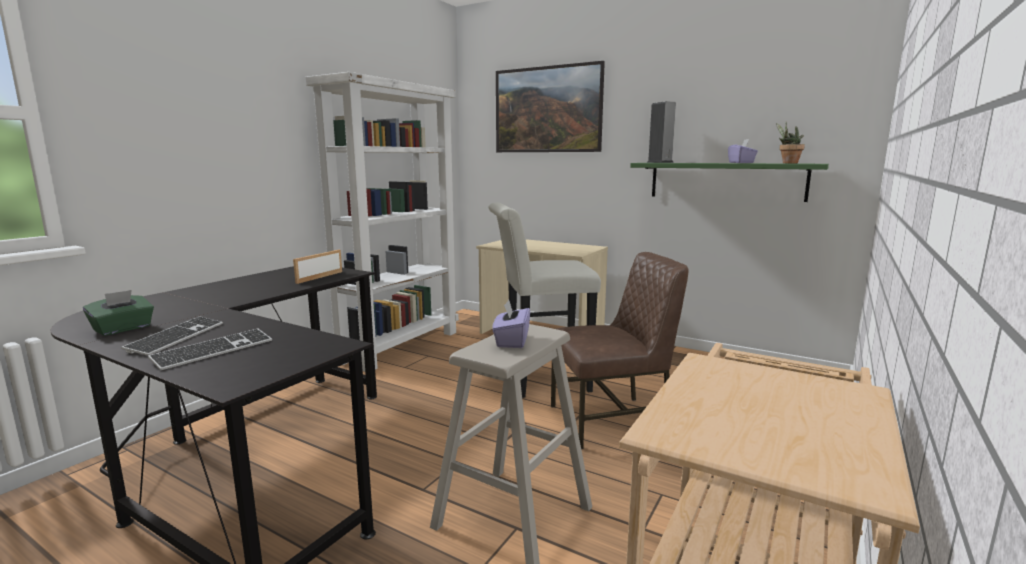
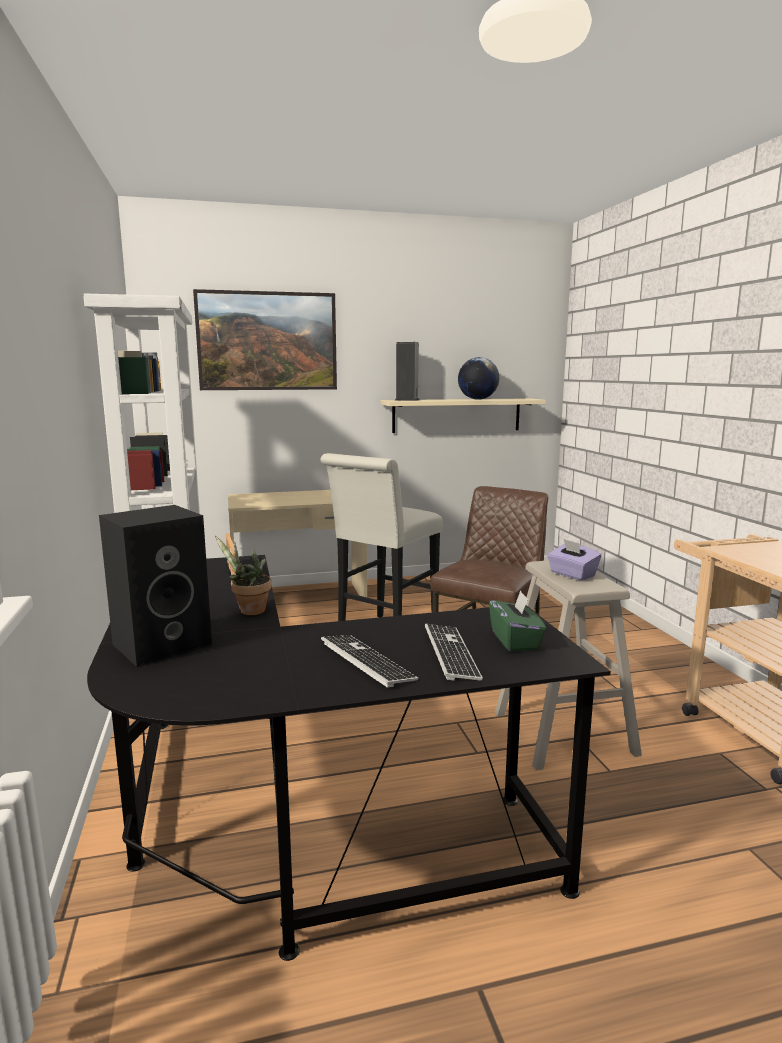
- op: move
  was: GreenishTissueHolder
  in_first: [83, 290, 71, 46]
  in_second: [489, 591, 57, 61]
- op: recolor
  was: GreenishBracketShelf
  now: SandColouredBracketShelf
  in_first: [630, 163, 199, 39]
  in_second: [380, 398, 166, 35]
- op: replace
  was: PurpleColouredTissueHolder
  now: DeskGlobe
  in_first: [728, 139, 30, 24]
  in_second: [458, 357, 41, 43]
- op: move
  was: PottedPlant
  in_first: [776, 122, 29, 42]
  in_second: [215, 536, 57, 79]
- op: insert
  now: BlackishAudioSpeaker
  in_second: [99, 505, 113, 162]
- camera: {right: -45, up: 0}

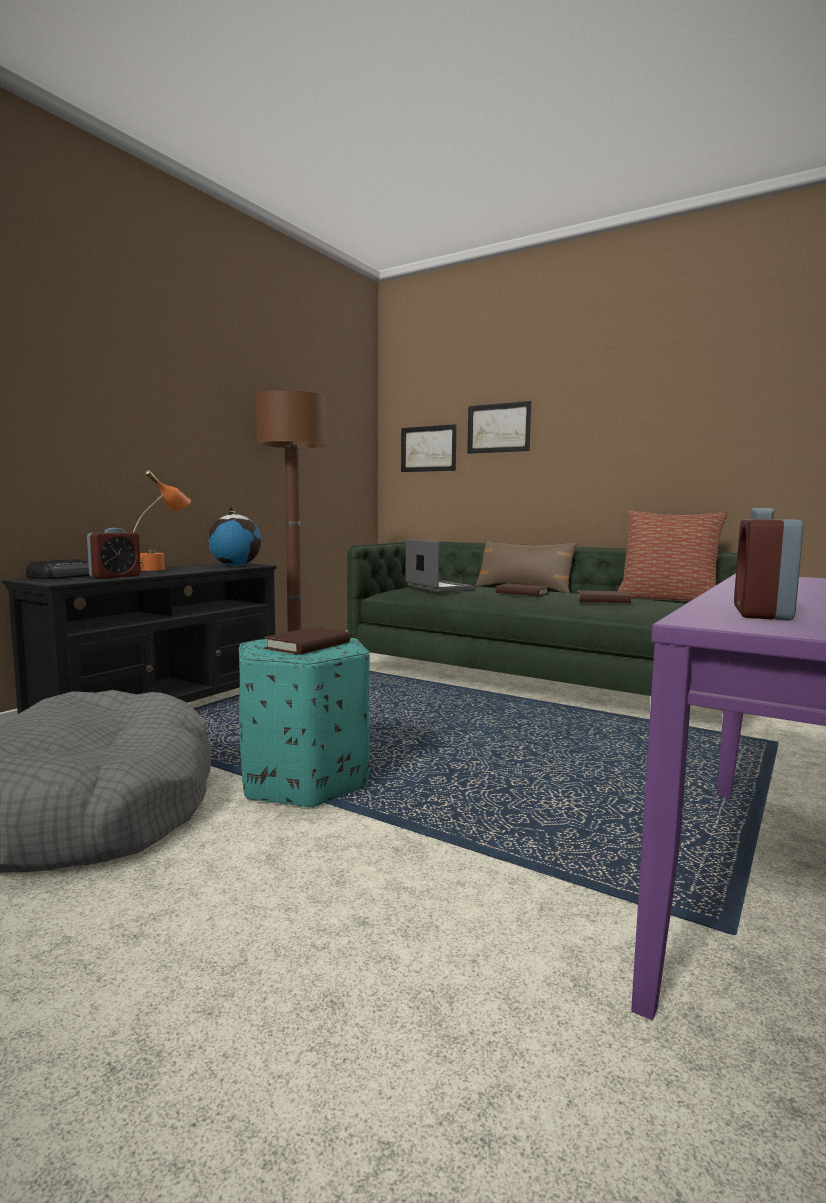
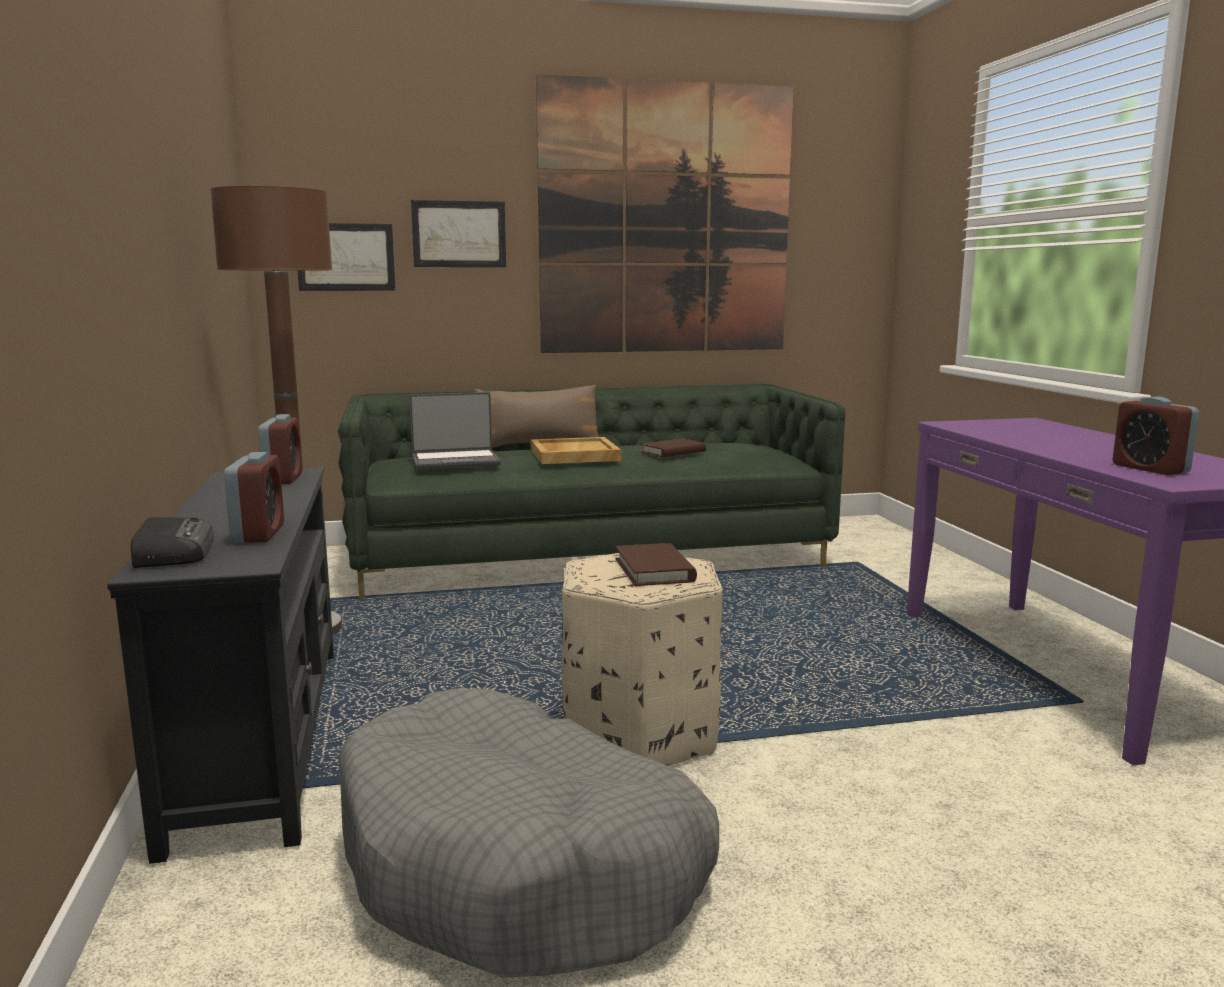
- op: delete
  was: OrangeyLampForATable
  in_first: [133, 470, 58, 101]
- op: replace
  was: DeskGlobe
  now: TableClock
  in_first: [208, 507, 53, 59]
  in_second: [258, 414, 44, 70]
- op: recolor
  was: BlueGreenPouffe
  now: SandColouredPouffe
  in_first: [239, 638, 131, 171]
  in_second: [562, 553, 161, 213]
- op: rotate
  was: PortableComputer
  in_first: [405, 539, 71, 53]
  in_second: [410, 392, 91, 78]
  clockwise: 150
- op: replace
  was: BrownishVolume
  now: SandColouredCarryingTray
  in_first: [496, 583, 53, 14]
  in_second: [531, 437, 90, 27]
- op: delete
  was: ThrowPillow
  in_first: [618, 511, 109, 90]
- op: insert
  now: Picture
  in_second: [536, 74, 258, 279]
- camera: {right: -45, up: 5}

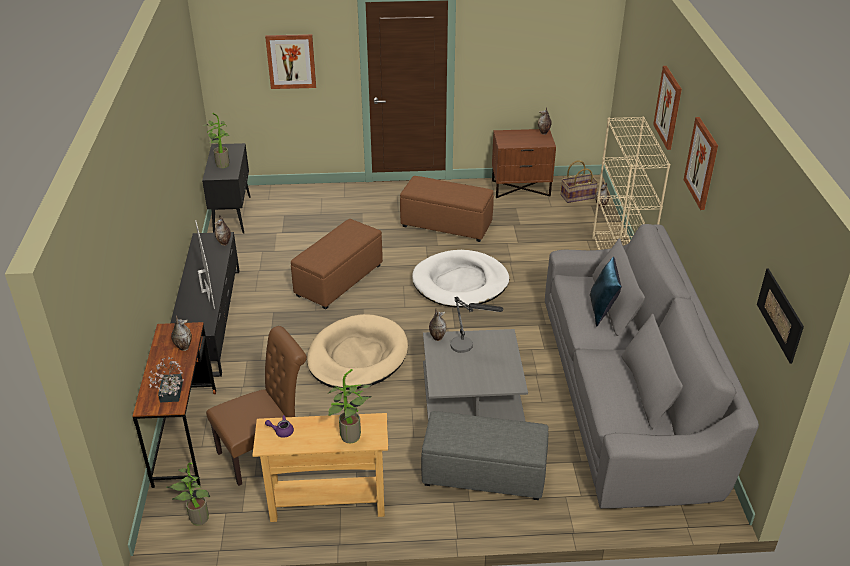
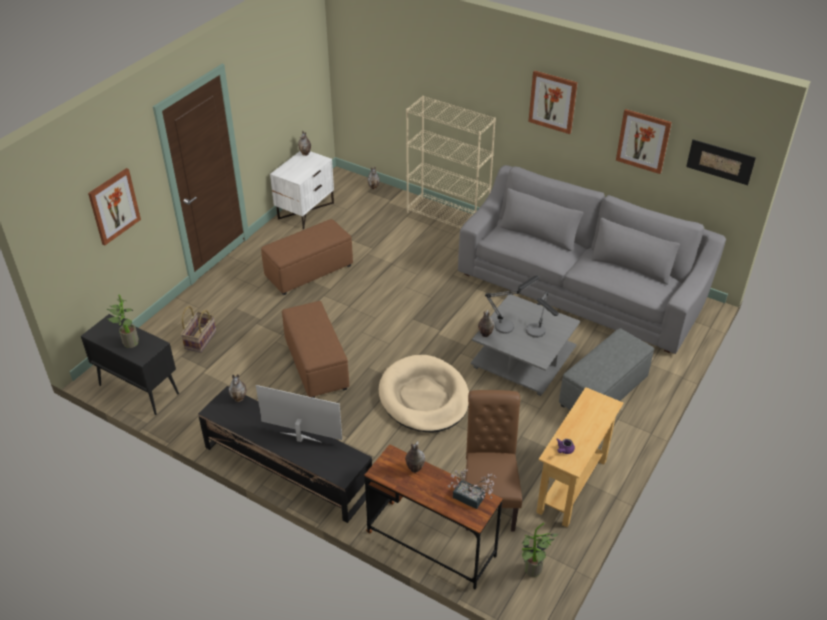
- op: delete
  was: PottedPlant
  in_first: [328, 369, 44, 74]
- op: delete
  was: WhiteColouredDogBed
  in_first: [412, 250, 97, 58]
- op: recolor
  was: BrownishBedsideTable
  now: WhiteColouredBedsideTable
  in_first: [492, 129, 64, 69]
  in_second: [270, 151, 64, 78]
- op: move
  was: HouseholdBasket
  in_first: [560, 161, 38, 42]
  in_second: [181, 306, 35, 47]
- op: delete
  was: BlueThrowPillow
  in_first: [590, 257, 32, 70]
- op: move
  was: Picture
  in_first: [653, 66, 29, 84]
  in_second: [616, 109, 56, 65]
- op: insert
  now: LampForATable
  in_second: [526, 291, 33, 47]
- camera: {right: -55, up: 5}

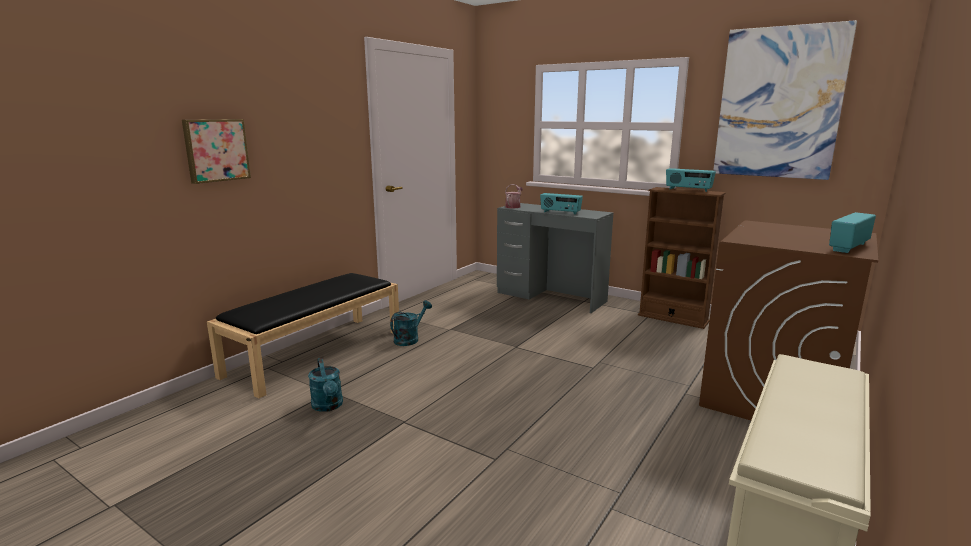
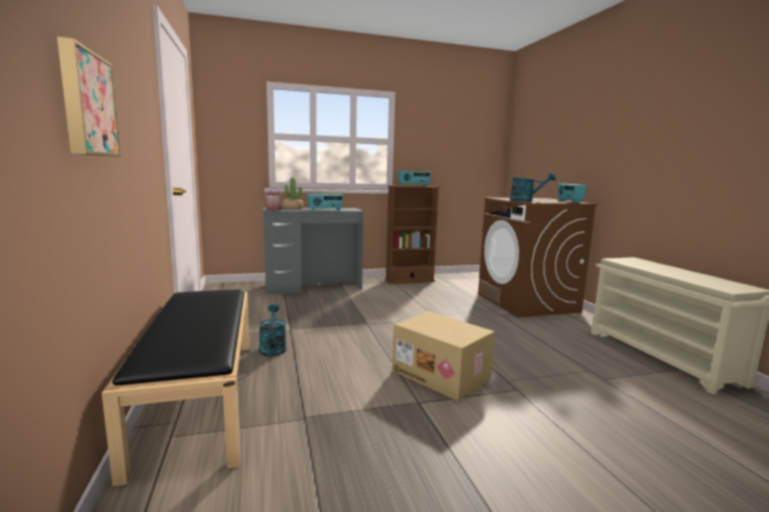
- op: move
  was: BlueGreenSprinklingCan
  in_first: [308, 358, 35, 54]
  in_second: [506, 172, 50, 29]
- op: delete
  was: Picture
  in_first: [713, 20, 144, 160]
- op: insert
  now: PottedPlant
  in_second: [282, 177, 21, 33]
- op: insert
  now: CardboardBox
  in_second: [392, 311, 103, 90]
- camera: {right: -50, up: -5}

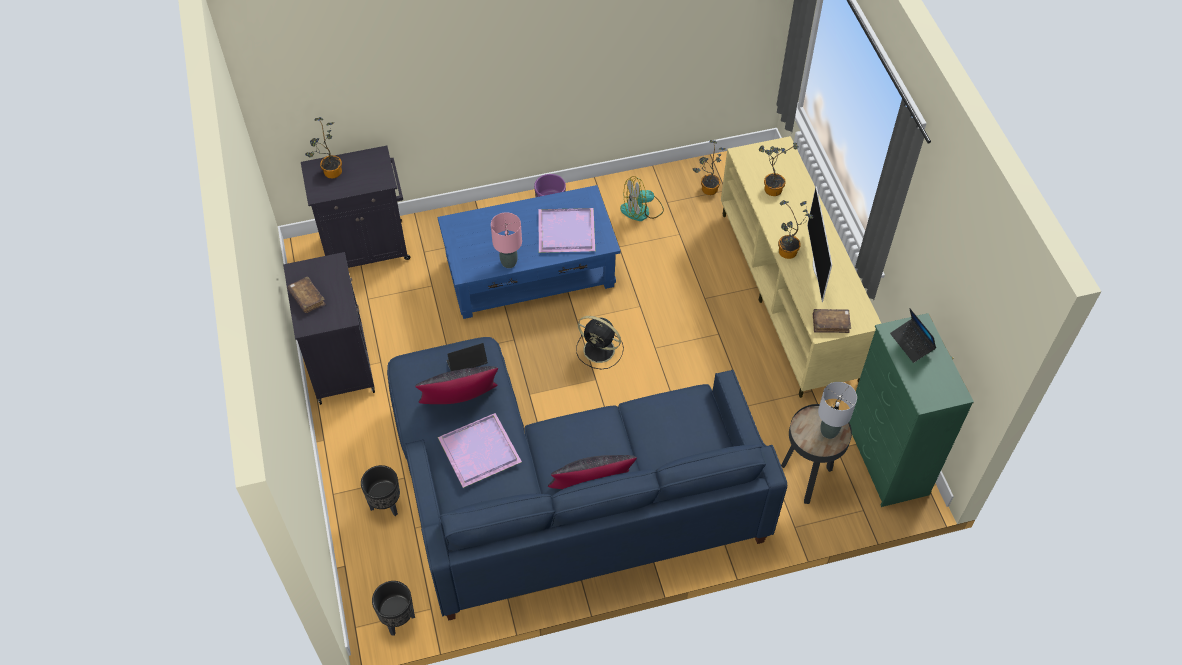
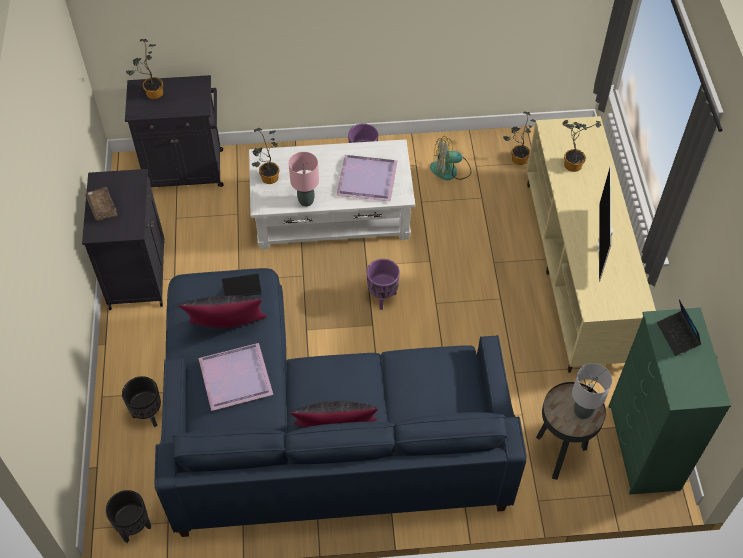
- op: recolor
  was: BlueLowTable
  now: WhiteColouredLowTable
  in_first: [437, 185, 184, 134]
  in_second: [249, 139, 166, 110]
- op: replace
  was: BlackishCoolingFan
  now: PurpleColouredFlowerPot
  in_first: [576, 316, 48, 54]
  in_second: [367, 259, 33, 51]
- op: move
  was: PottedPlant
  in_first: [778, 200, 35, 59]
  in_second: [252, 128, 27, 56]
- op: delete
  was: BrownishVolume
  in_first: [813, 309, 38, 24]
- camera: {right: 10, up: 0}

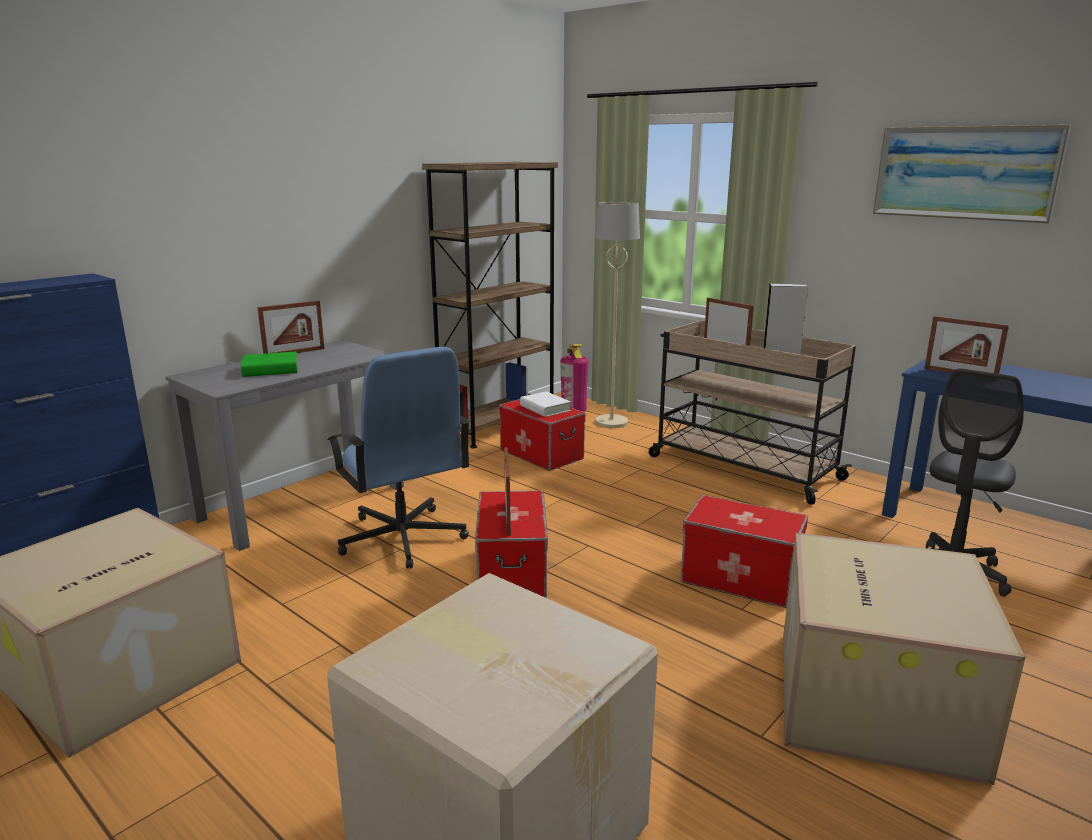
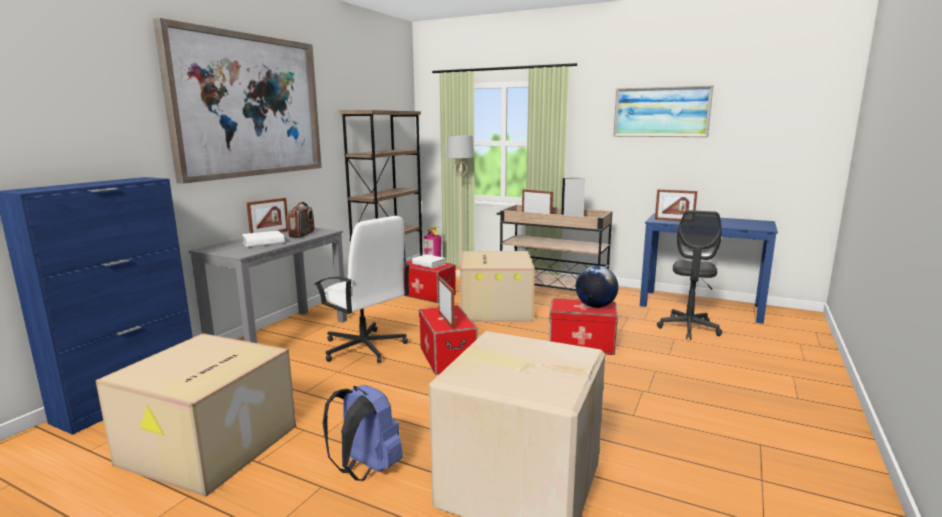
- op: recolor
  was: GreenishVolume
  now: WhiteColouredVolume
  in_first: [241, 352, 57, 25]
  in_second: [242, 230, 43, 17]
- op: recolor
  was: BlueDeskChair
  now: WhiteColouredDeskChair
  in_first: [327, 347, 143, 222]
  in_second: [315, 216, 95, 147]
- op: move
  was: CardboardBox
  in_first: [783, 533, 242, 252]
  in_second: [460, 251, 75, 71]
- op: insert
  now: Picture
  in_second: [153, 18, 169, 166]
- op: insert
  now: RadioReceiver
  in_second: [287, 202, 27, 35]
- op: insert
  now: BlueBackpack
  in_second: [323, 385, 80, 96]
- op: insert
  now: DeskGlobe
  in_second: [576, 266, 42, 42]
- camera: {right: -15, up: -5}

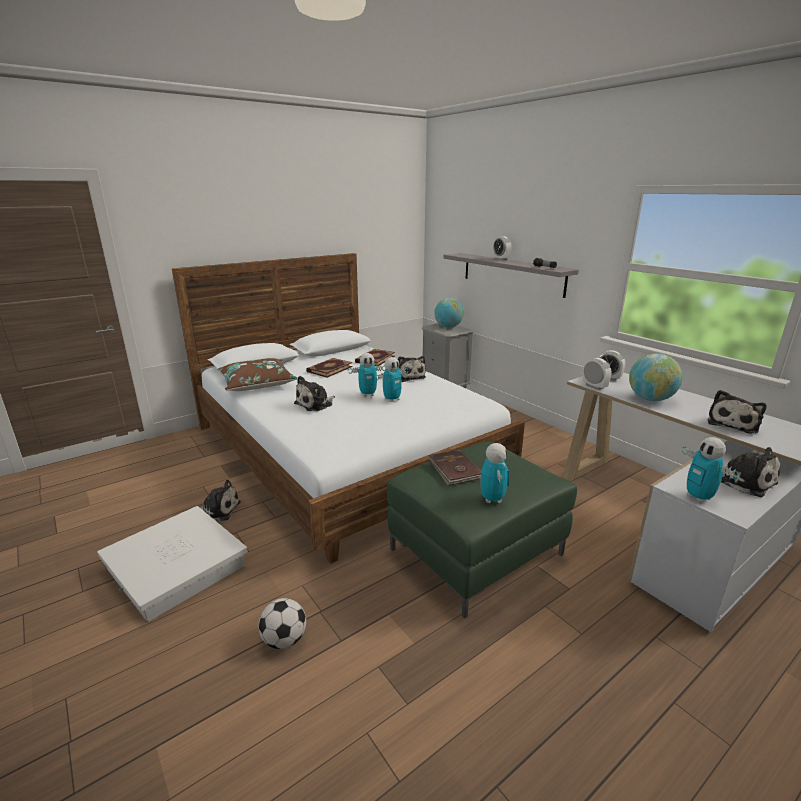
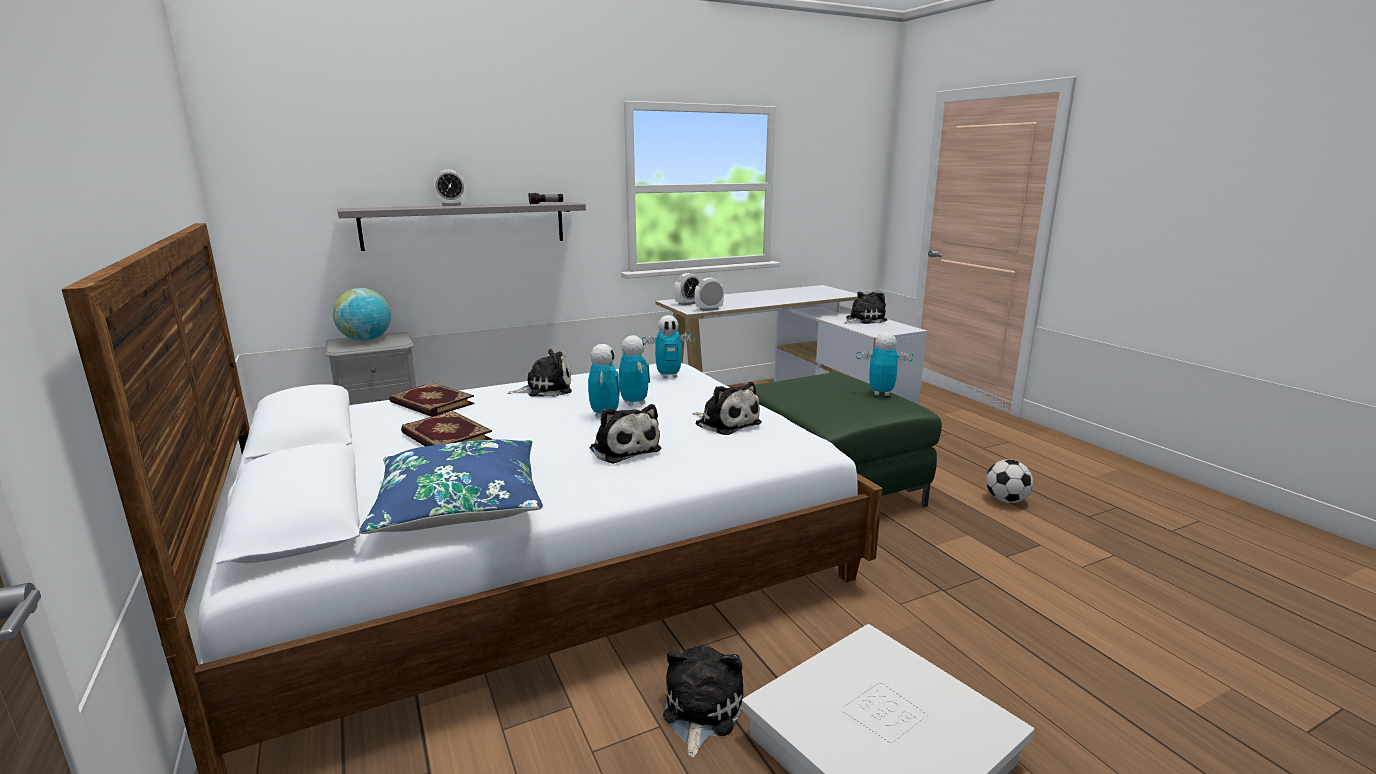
- op: recolor
  was: BrownishThrowPillow
  now: BlueThrowPillow
  in_first: [217, 358, 81, 33]
  in_second: [359, 439, 184, 95]
- op: move
  was: BallForFootball
  in_first: [259, 598, 47, 51]
  in_second: [986, 459, 47, 44]
- op: delete
  was: BrownishVolume
  in_first: [428, 449, 54, 36]
- op: delete
  was: DeskGlobe
  in_first: [629, 354, 54, 47]
- op: move
  was: ModelRobot
  in_first: [682, 437, 57, 66]
  in_second: [642, 315, 53, 63]
- op: move
  was: CuddlyToy
  in_first: [708, 390, 59, 44]
  in_second: [693, 382, 69, 53]
- camera: {right: -80, up: -5}

